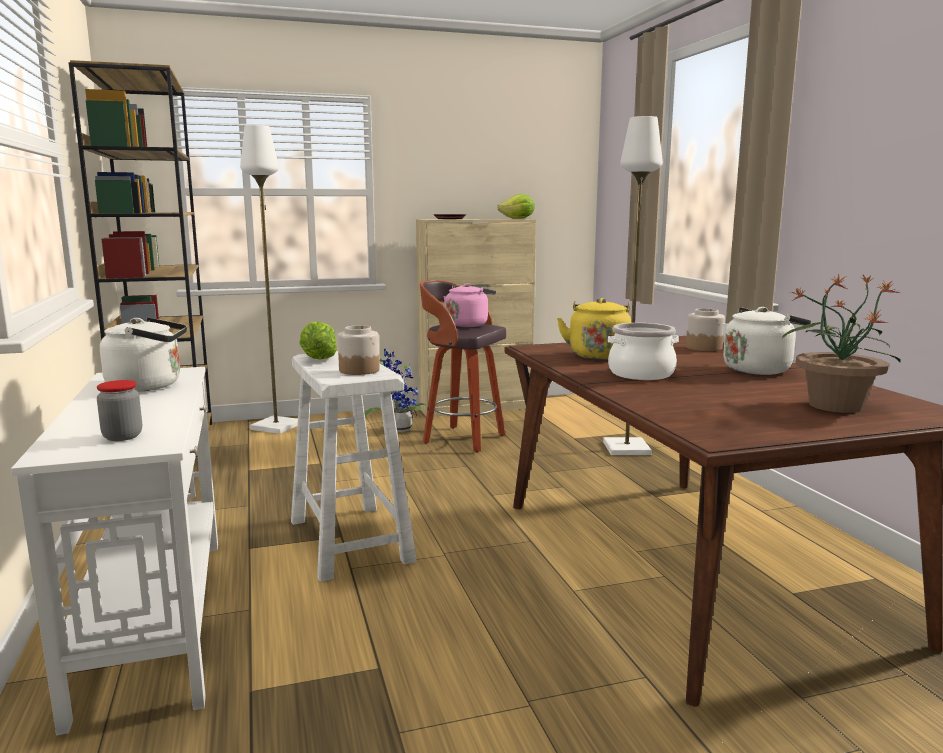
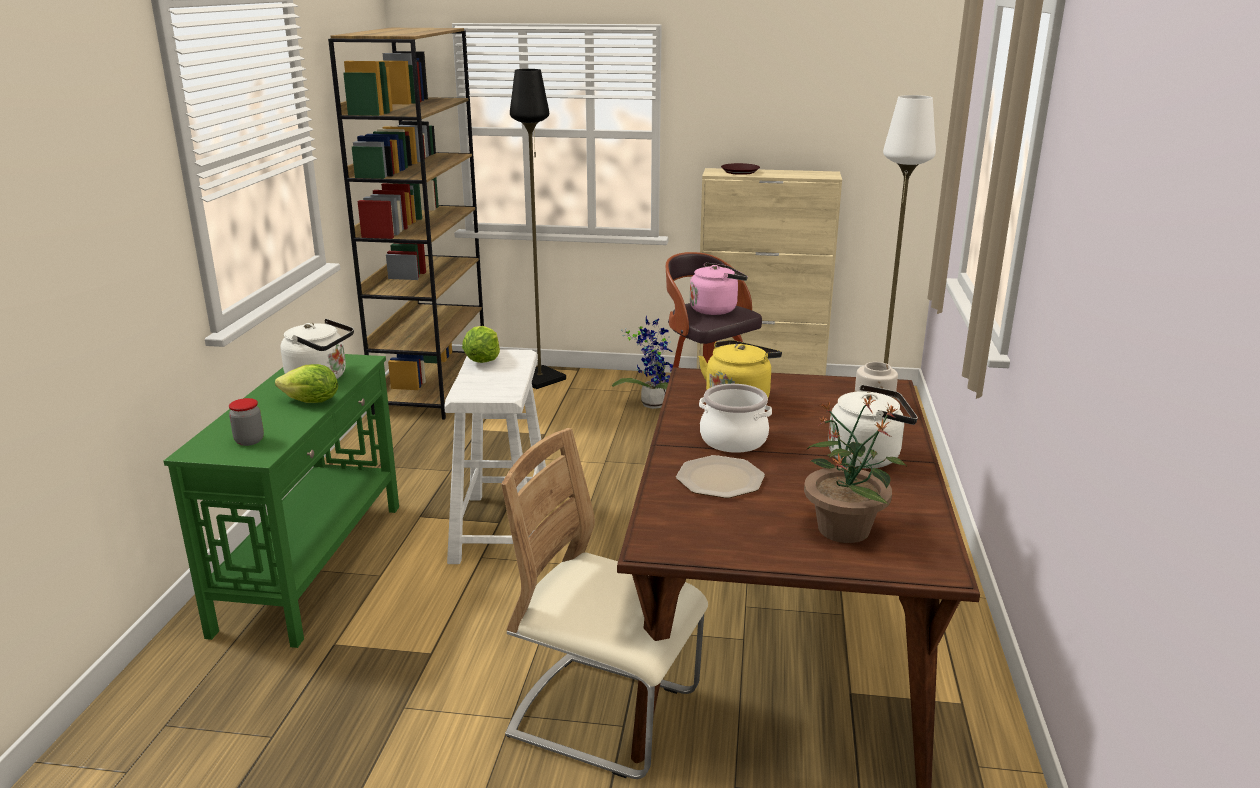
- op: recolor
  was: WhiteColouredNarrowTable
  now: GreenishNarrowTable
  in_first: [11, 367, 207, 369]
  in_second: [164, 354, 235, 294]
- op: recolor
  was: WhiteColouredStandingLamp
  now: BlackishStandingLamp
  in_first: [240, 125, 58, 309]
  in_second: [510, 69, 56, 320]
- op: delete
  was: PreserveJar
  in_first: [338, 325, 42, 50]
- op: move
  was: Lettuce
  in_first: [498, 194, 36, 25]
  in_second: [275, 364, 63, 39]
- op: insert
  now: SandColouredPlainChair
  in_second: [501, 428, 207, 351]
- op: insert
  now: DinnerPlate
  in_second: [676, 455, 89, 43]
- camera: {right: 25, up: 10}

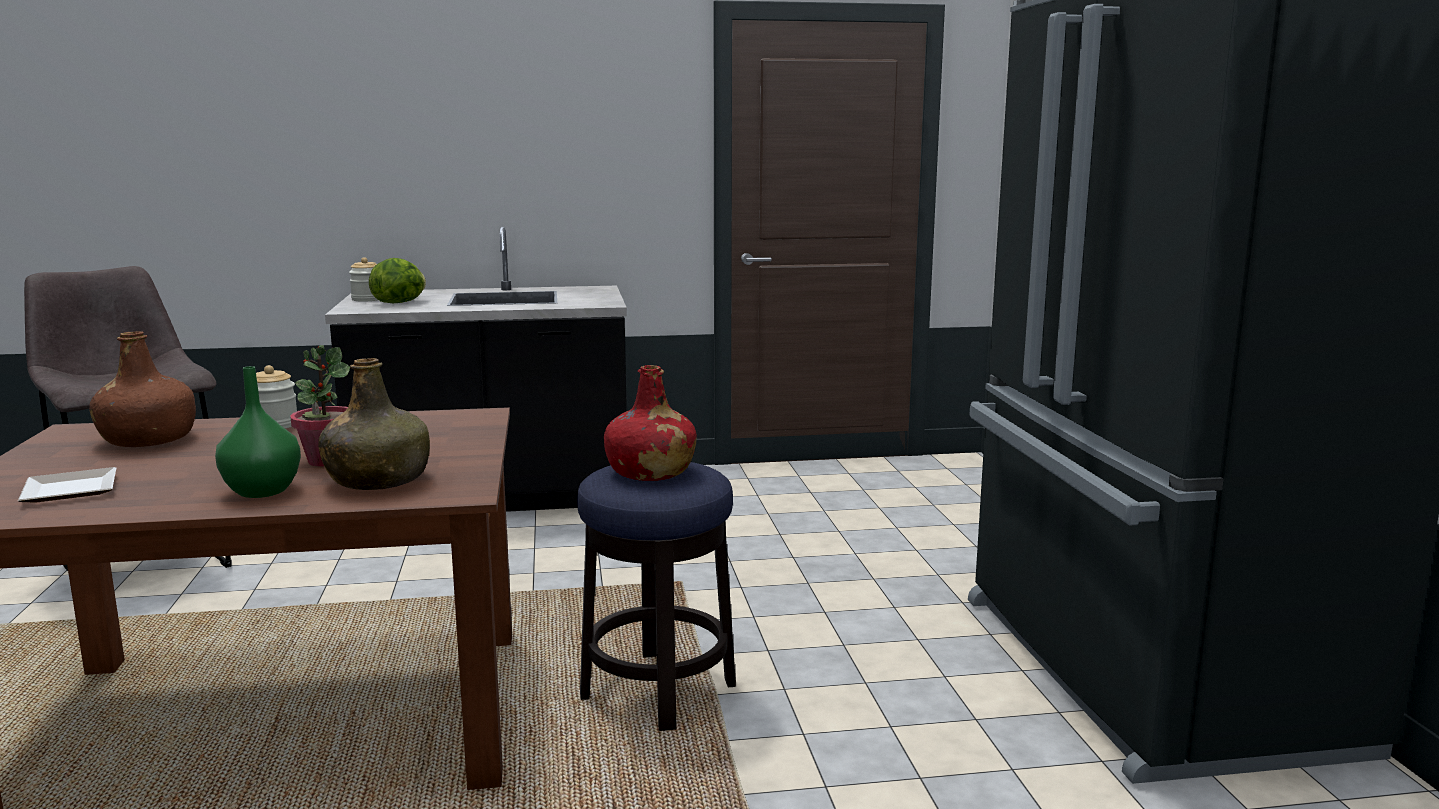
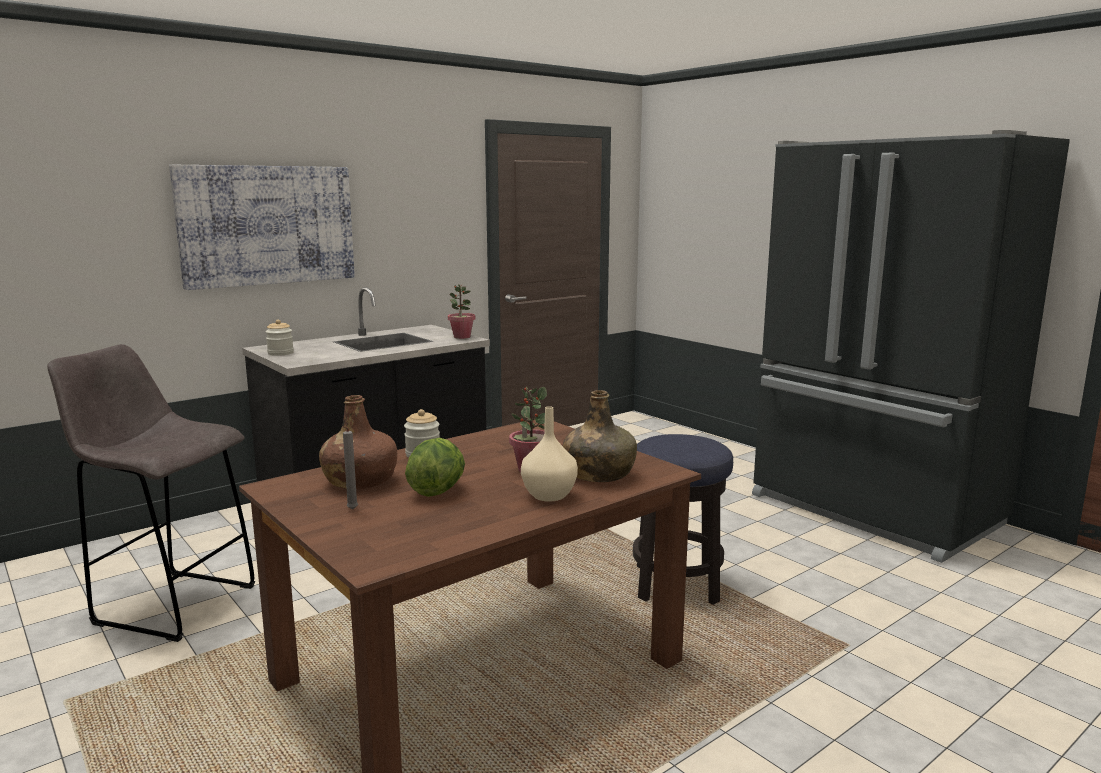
- op: delete
  was: DinnerPlate
  in_first: [18, 467, 98, 36]
- op: recolor
  was: GreenishDecorativeVase
  now: SandColouredDecorativeVase
  in_first: [215, 366, 86, 132]
  in_second: [521, 406, 57, 96]
- op: move
  was: Lettuce
  in_first: [369, 258, 57, 45]
  in_second: [405, 437, 60, 60]
- op: delete
  was: ReddishBottle
  in_first: [604, 365, 93, 116]
- op: insert
  now: Picture
  in_second: [169, 165, 186, 125]
- op: insert
  now: GreyishWaxCandle
  in_second: [342, 426, 16, 84]
- op: insert
  now: PottedPlant
  in_second: [448, 284, 27, 55]
- camera: {right: -30, up: 0}

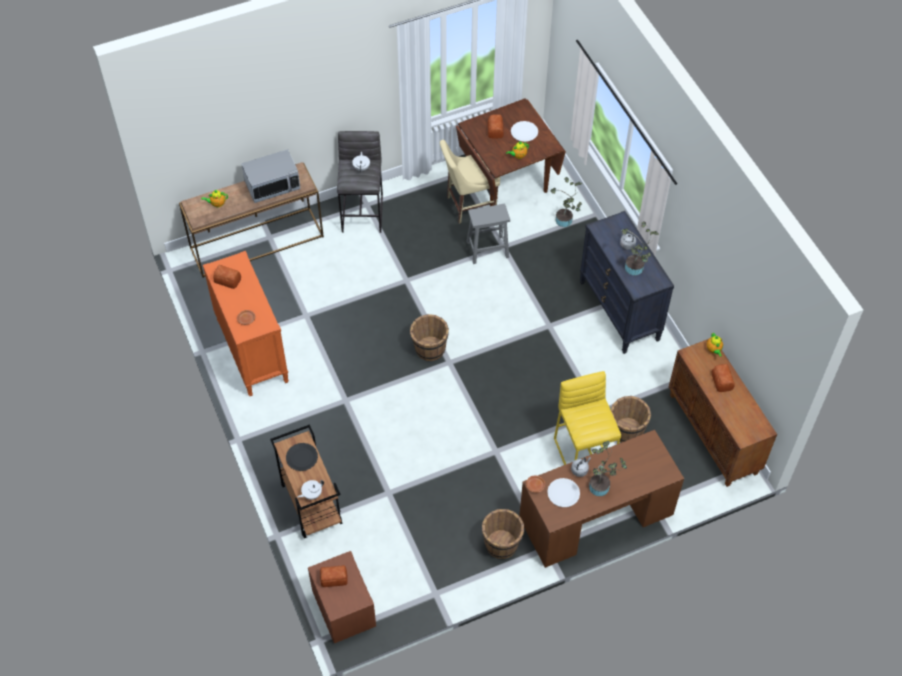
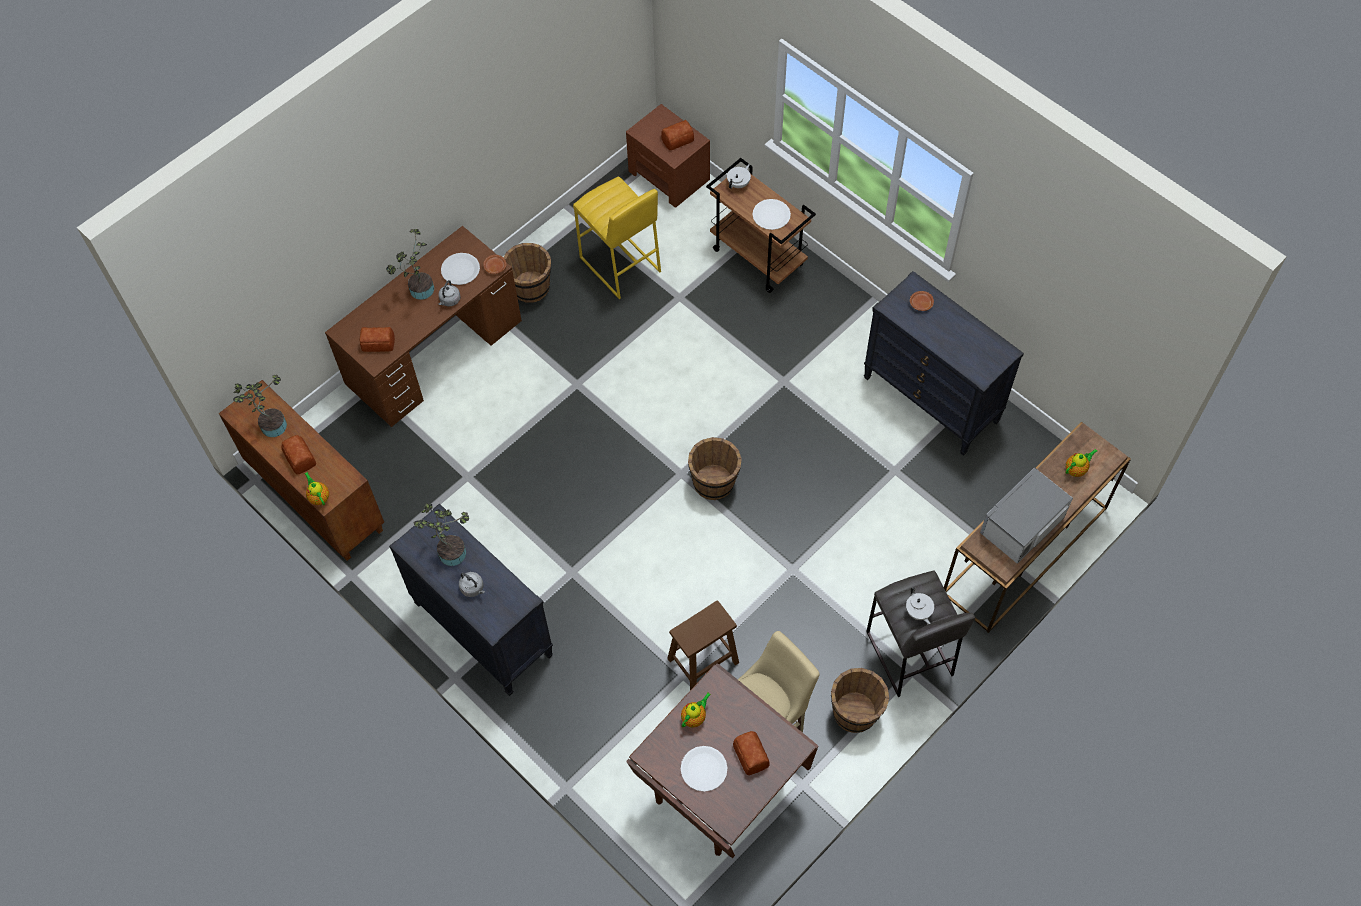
- op: recolor
  was: OrangeyDrawerChest
  now: BlackishDrawerChest
  in_first: [203, 251, 86, 145]
  in_second: [864, 271, 160, 185]
- op: move
  was: BakeryBread
  in_first: [213, 265, 28, 24]
  in_second: [360, 327, 35, 25]
- op: recolor
  was: BlackishDinnerPlate
  now: WhiteColouredDinnerPlate
  in_first: [286, 443, 32, 28]
  in_second: [752, 199, 39, 31]
- op: recolor
  was: GreyishStool
  now: BrownishStool
  in_first: [467, 204, 43, 60]
  in_second: [667, 600, 72, 90]
- op: move
  was: PottedPlant
  in_first: [551, 177, 32, 50]
  in_second: [233, 375, 54, 62]
- op: move
  was: YellowStool
  in_first: [554, 371, 67, 94]
  in_second: [573, 176, 88, 123]
- op: move
  was: BrownishBucket
  in_first: [611, 396, 40, 47]
  in_second: [831, 668, 58, 65]
- camera: {right: 160, up: 5}

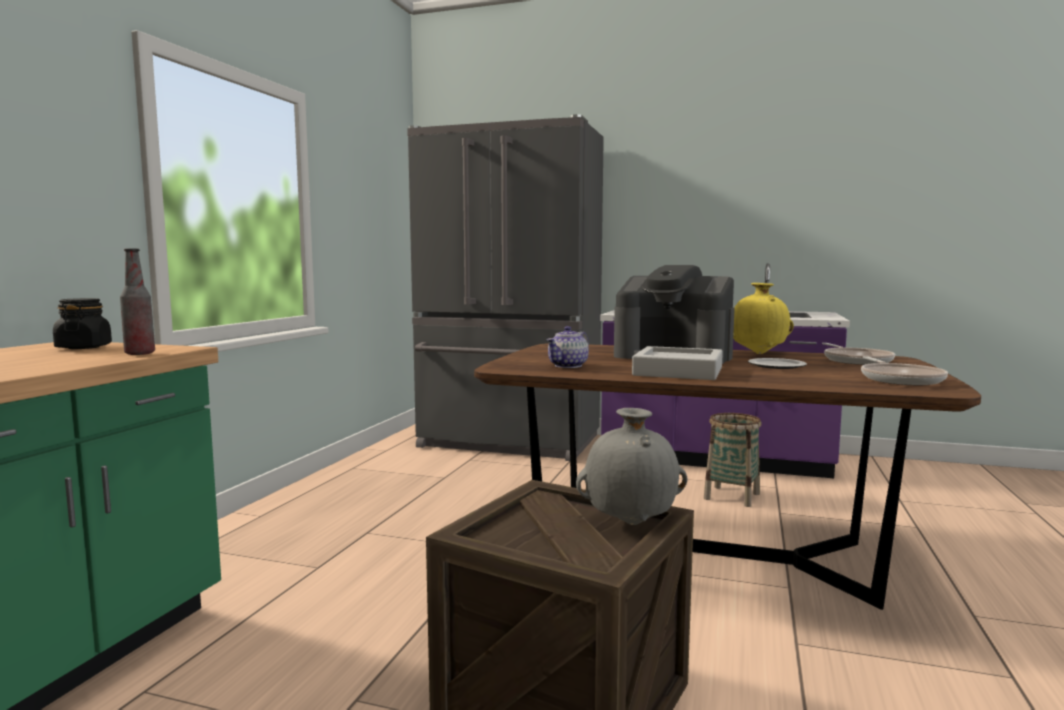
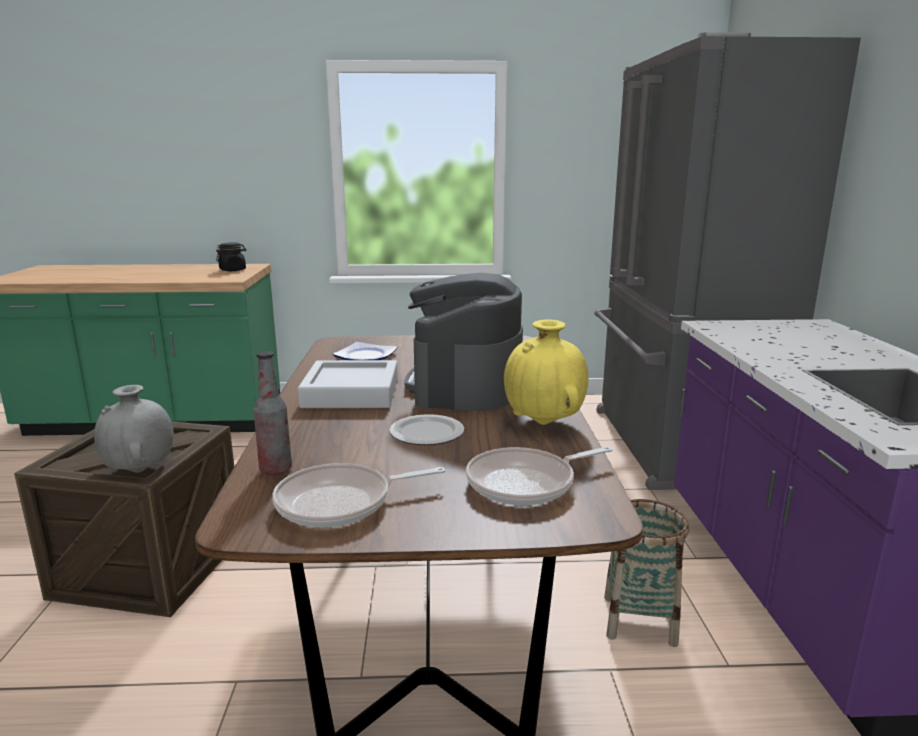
- op: move
  was: Bottle
  in_first: [120, 248, 35, 107]
  in_second: [253, 351, 39, 124]
- op: replace
  was: PotForTea
  now: DinnerPlate
  in_first: [547, 326, 42, 42]
  in_second: [332, 342, 66, 18]
- camera: {right: 70, up: 10}

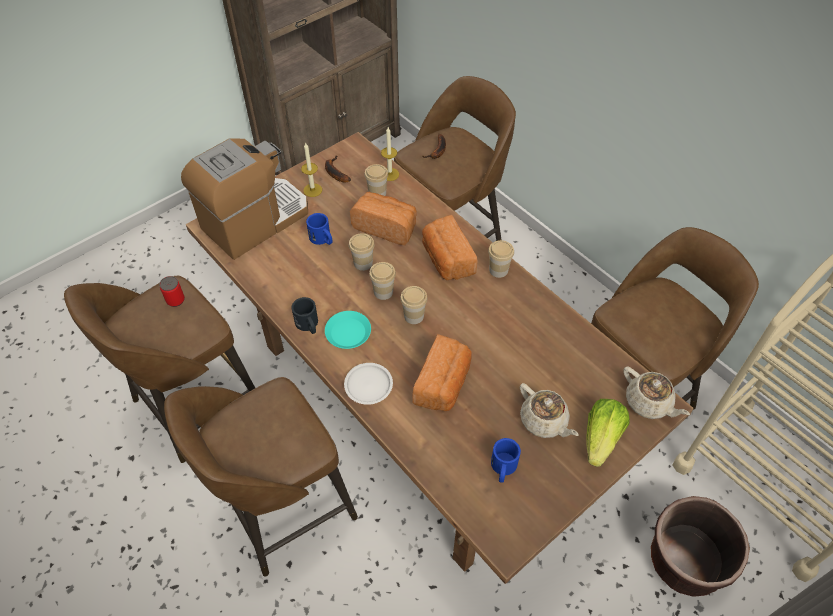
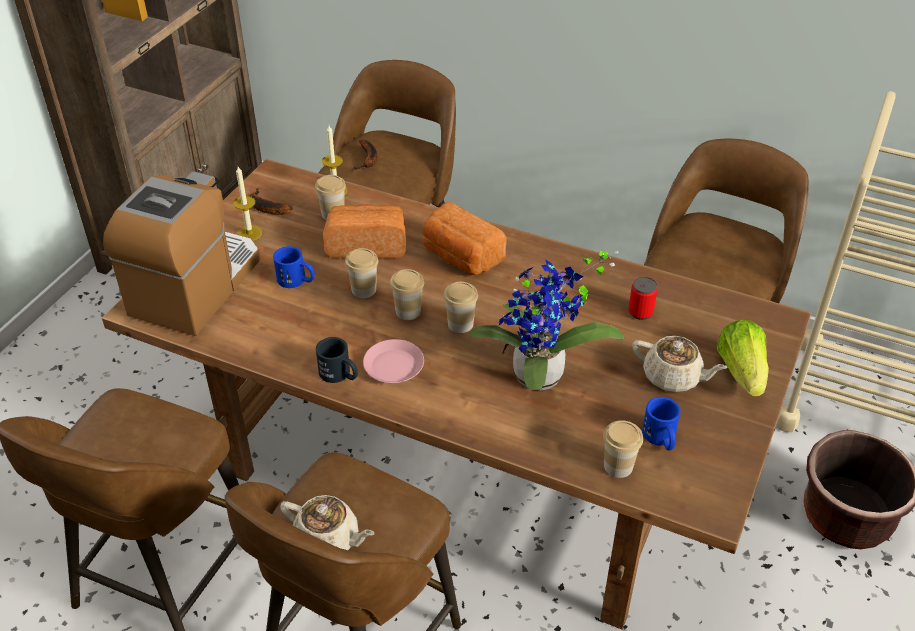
- op: move
  was: Can
  in_first: [159, 276, 26, 31]
  in_second: [628, 277, 29, 43]
- op: recolor
  was: BlueGreenDinnerPlate
  now: PinkishDinnerPlate
  in_first: [325, 311, 46, 38]
  in_second: [363, 339, 61, 44]
- op: delete
  was: WhiteColouredDinnerPlate
  in_first: [344, 363, 49, 42]
- op: replace
  was: BakeryBread
  now: PottedPlant
  in_first: [412, 334, 60, 77]
  in_second: [470, 251, 154, 139]
- op: move
  was: SmallCup
  in_first: [488, 240, 26, 38]
  in_second: [603, 420, 40, 58]
- op: move
  was: SandColouredPotForTea
  in_first: [623, 366, 67, 53]
  in_second: [280, 495, 94, 55]
- camera: {right: -25, up: -10}

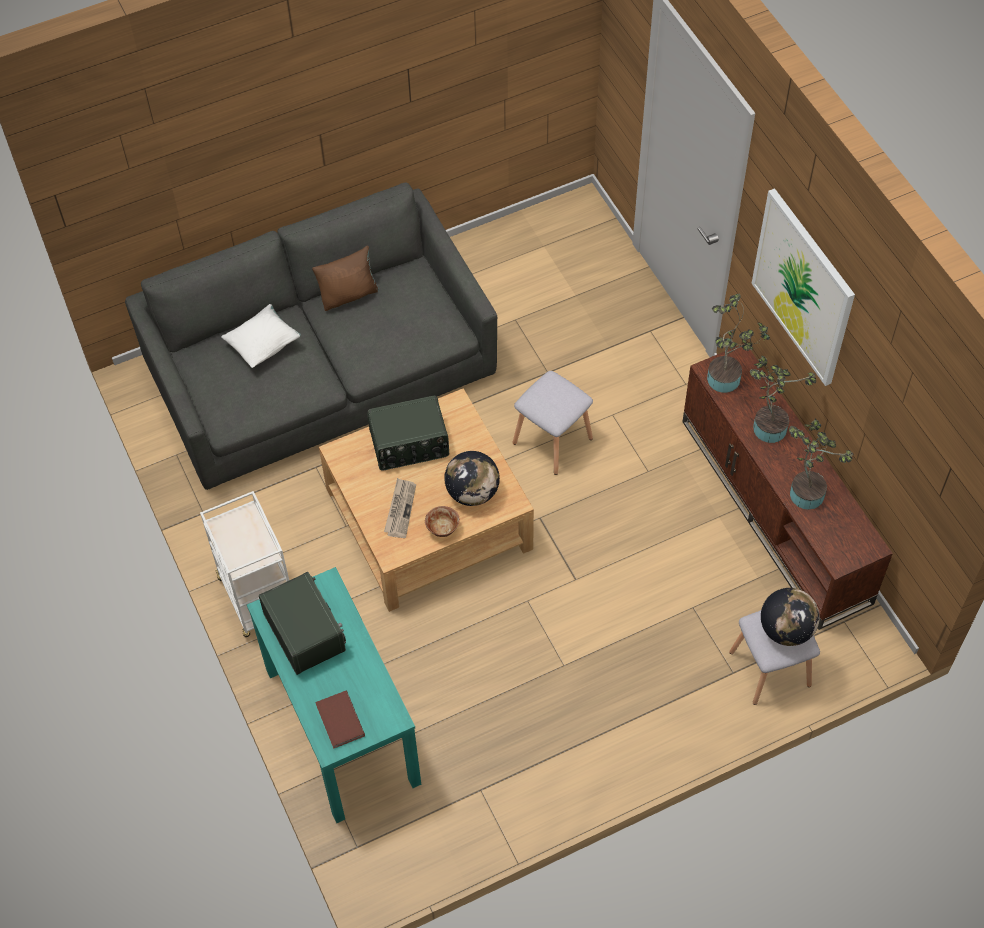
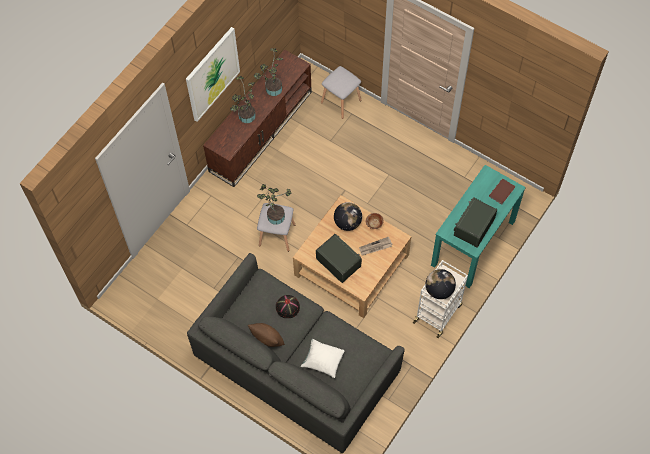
- op: move
  was: PottedPlant
  in_first: [707, 293, 63, 100]
  in_second: [257, 184, 34, 41]
- op: move
  was: DeskGlobe
  in_first: [761, 588, 59, 58]
  in_second: [426, 269, 30, 30]
- op: insert
  now: BlackishClothingHat
  in_second: [276, 295, 24, 23]
- camera: {right: -120, up: 5}

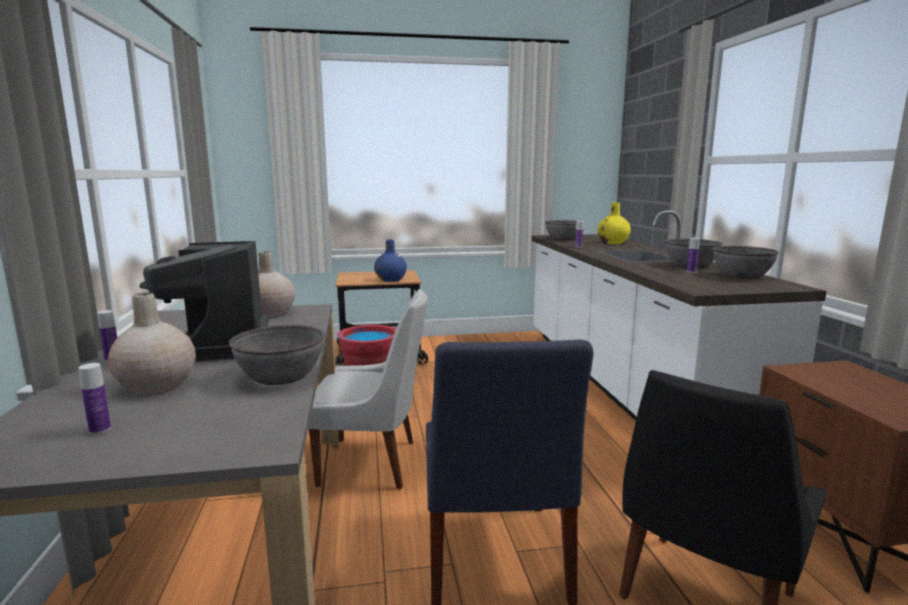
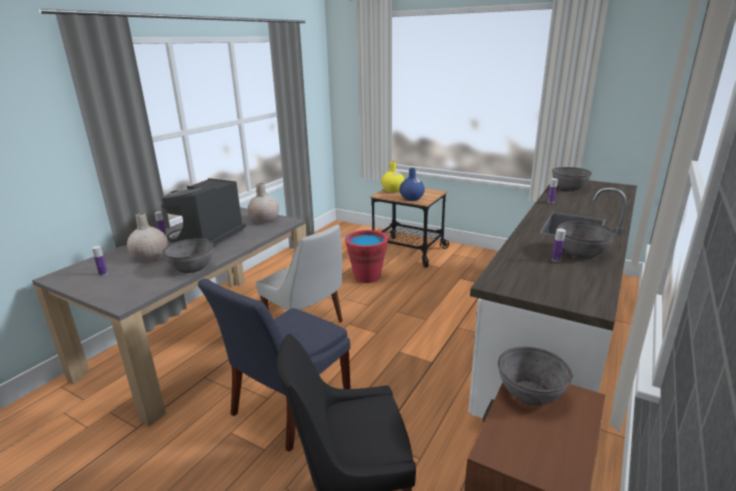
- op: move
  was: YellowDecorativeVase
  in_first: [597, 202, 34, 42]
  in_second: [381, 161, 24, 31]
- op: move
  was: GreyishBowl
  in_first: [712, 246, 67, 33]
  in_second: [498, 347, 74, 59]
- camera: {right: 40, up: 10}

